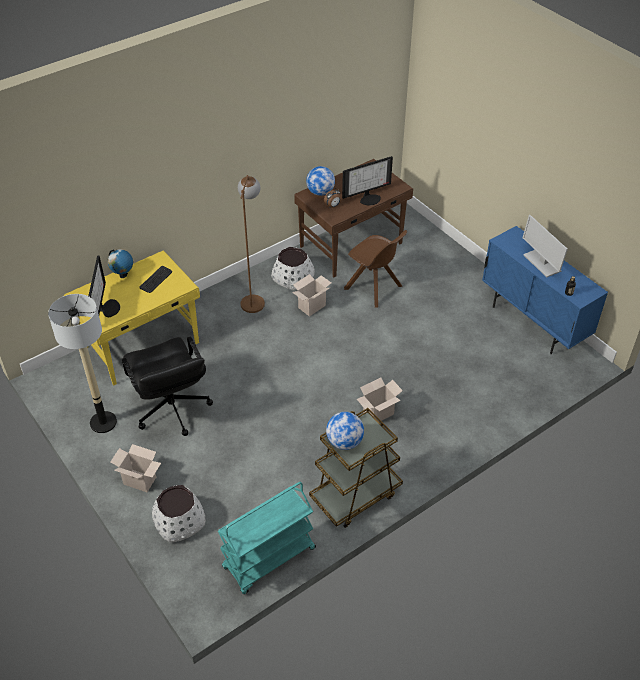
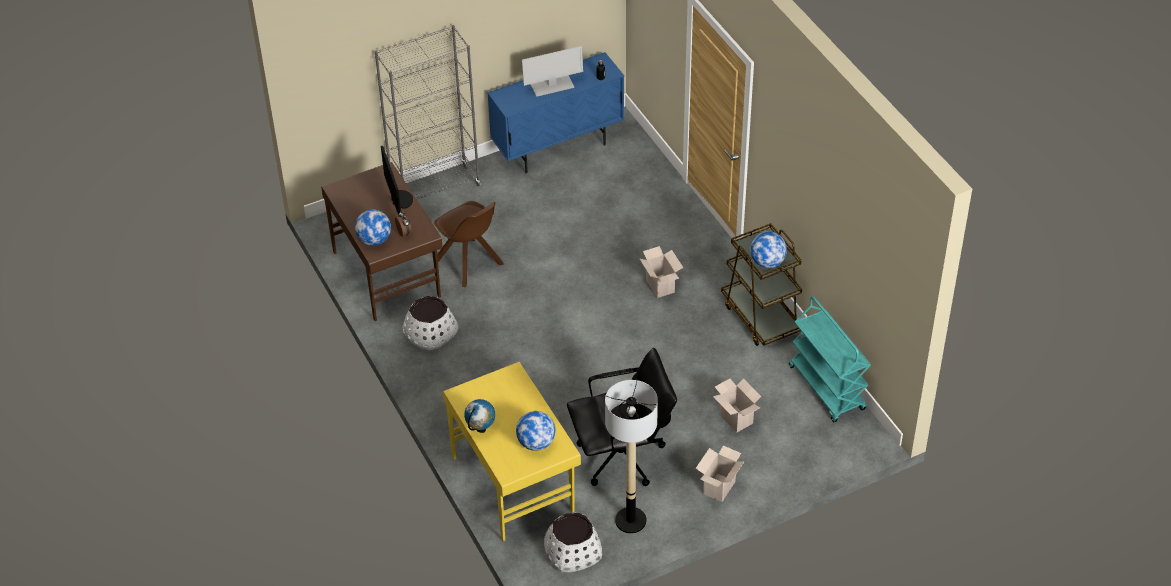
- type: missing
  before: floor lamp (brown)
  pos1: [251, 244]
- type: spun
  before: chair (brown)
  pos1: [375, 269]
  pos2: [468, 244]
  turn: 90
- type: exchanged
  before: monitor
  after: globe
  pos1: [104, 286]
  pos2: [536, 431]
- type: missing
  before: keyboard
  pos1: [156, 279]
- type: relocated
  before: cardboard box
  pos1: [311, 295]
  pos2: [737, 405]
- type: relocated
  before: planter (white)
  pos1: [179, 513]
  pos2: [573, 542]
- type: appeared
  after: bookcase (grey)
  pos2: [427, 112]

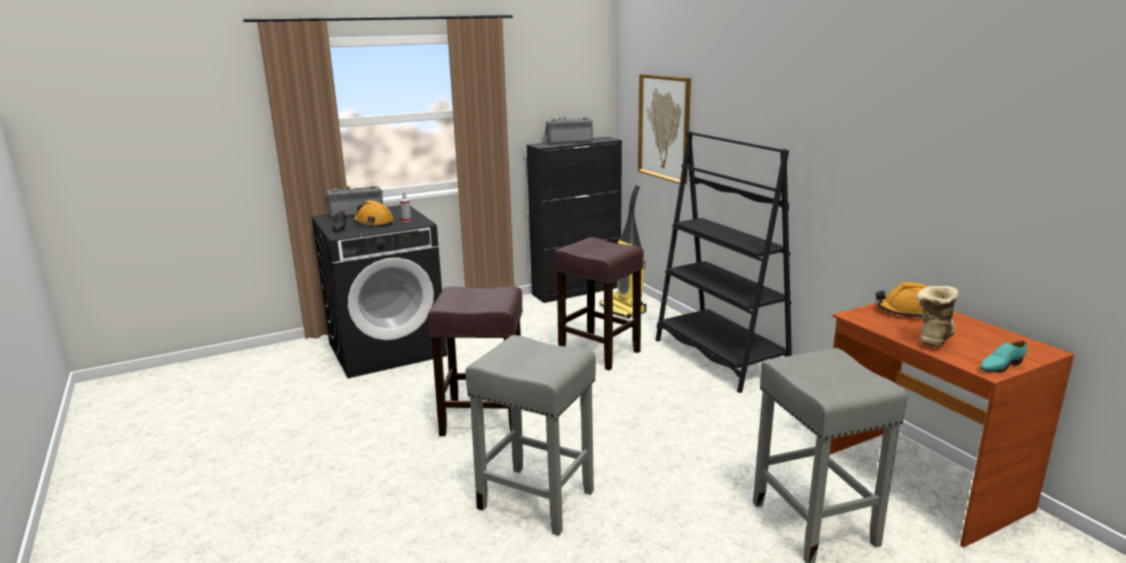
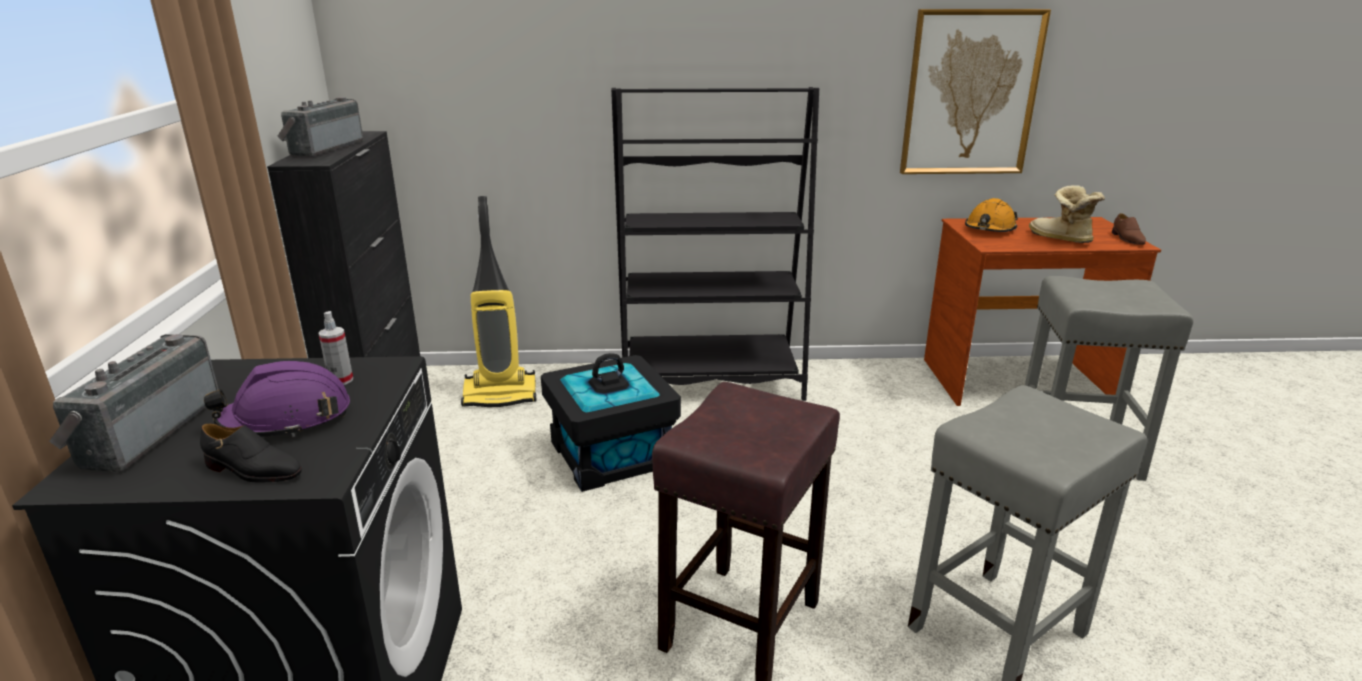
- type: relocated
  before: picture
  pos1: [664, 129]
  pos2: [975, 91]
- type: colour
  before: hard hat (orange)
  after: hard hat (purple)
  pos1: [374, 214]
  pos2: [277, 399]
- type: exchanged
  before: stool (brown)
  after: storage box (black)
  pos1: [599, 303]
  pos2: [611, 422]
- type: colour
  before: shoe (turquoise)
  after: shoe (brown)
  pos1: [1003, 356]
  pos2: [1129, 229]

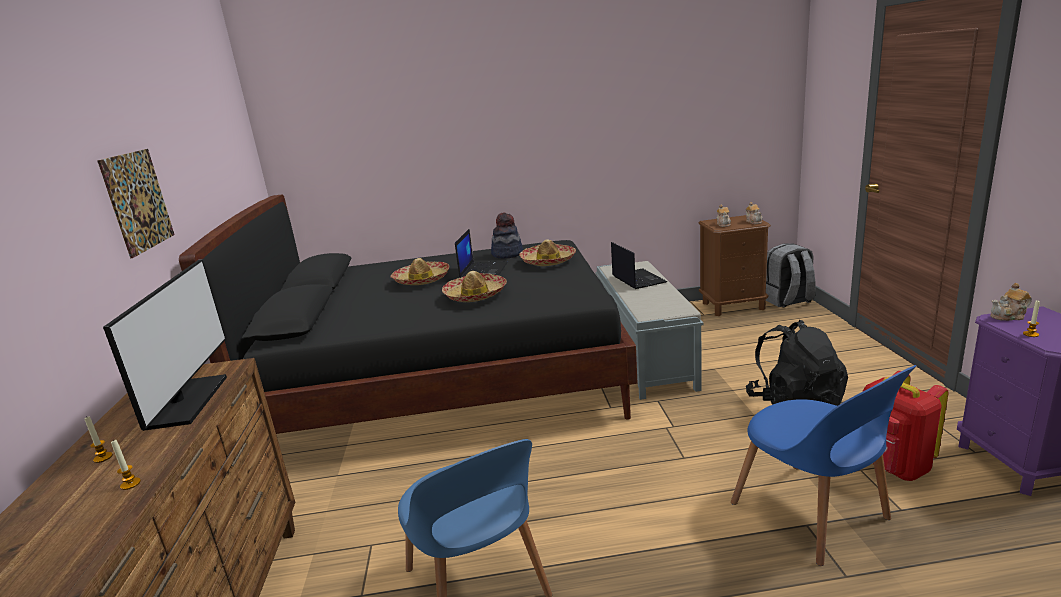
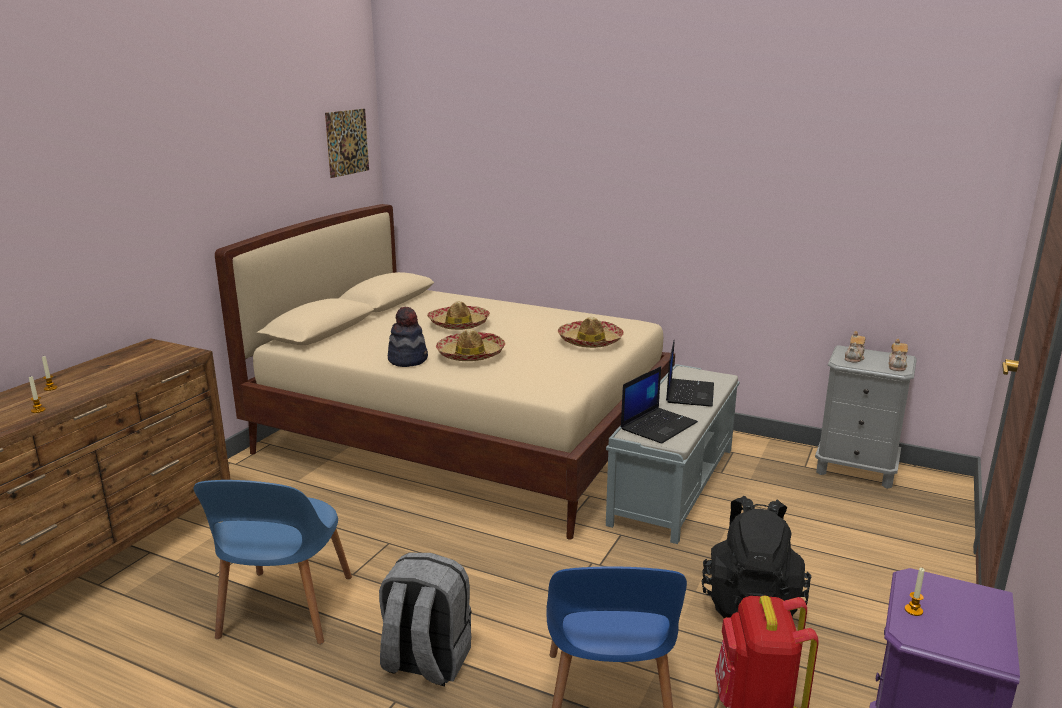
- type: relocated
  before: picture
  pos1: [136, 203]
  pos2: [347, 143]
- type: colour
  before: bed (black)
  after: bed (beige)
  pos1: [408, 314]
  pos2: [445, 372]
- type: relocated
  before: hat
  pos1: [507, 235]
  pos2: [408, 337]
- type: colour
  before: nightstand (brown)
  after: nightstand (grey)
  pos1: [734, 265]
  pos2: [866, 417]
- type: relocated
  before: laptop
  pos1: [481, 253]
  pos2: [659, 405]
- type: relocated
  before: backpack (grey)
  pos1: [791, 275]
  pos2: [425, 619]
- type: missing
  before: monitor
  pos1: [165, 345]
- type: missing
  before: teapot
  pos1: [1011, 302]

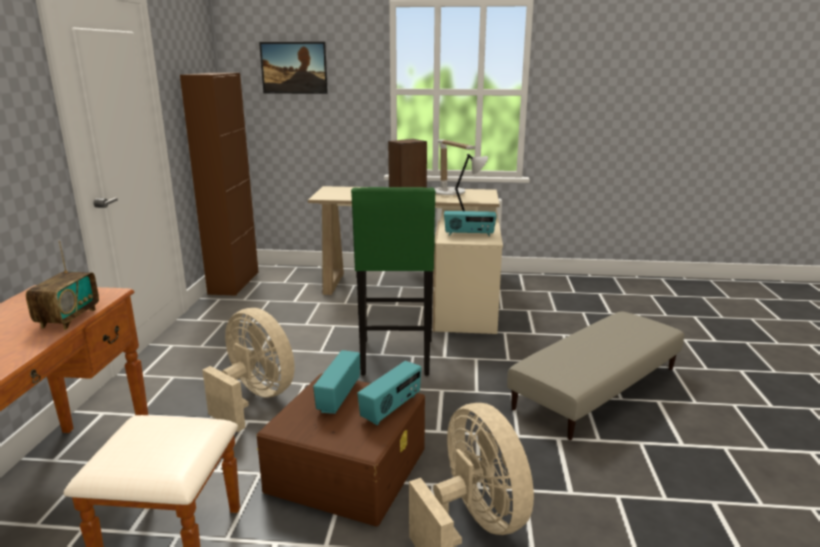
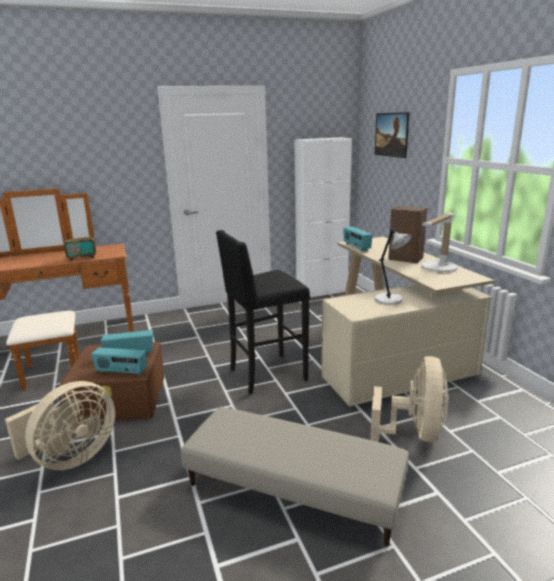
- type: colour
  before: cabinet (brown)
  after: cabinet (white)
  pos1: [219, 184]
  pos2: [323, 217]
- type: colour
  before: stool (green)
  after: stool (black)
  pos1: [393, 281]
  pos2: [263, 312]
- type: relocated
  before: radio
  pos1: [470, 223]
  pos2: [358, 239]
- type: relocated
  before: fan (beige)
  pos1: [248, 370]
  pos2: [409, 399]

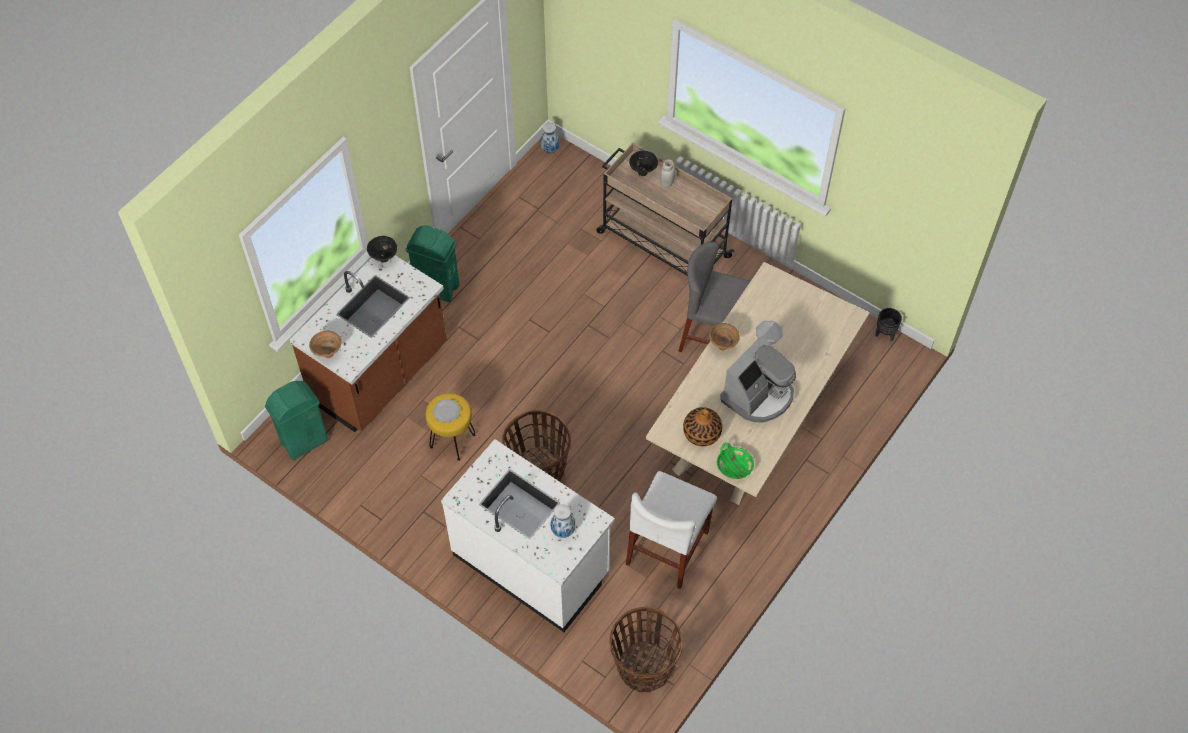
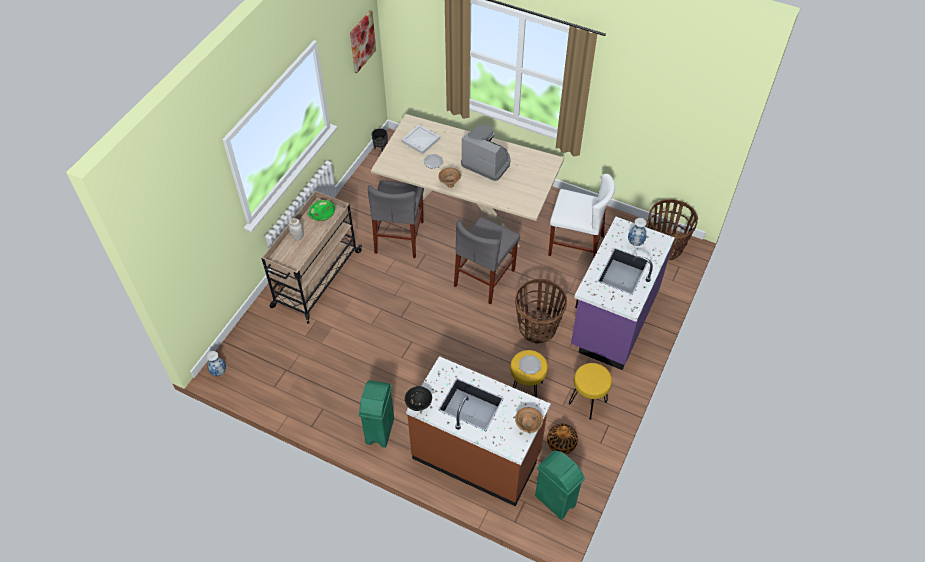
- type: missing
  before: bowl (black)
  pos1: [643, 163]
- type: relocated
  before: vase
  pos1: [702, 426]
  pos2: [562, 439]
- type: colour
  before: counter (white)
  after: counter (purple)
  pos1: [528, 535]
  pos2: [623, 293]
- type: relocated
  before: bowl (green)
  pos1: [735, 461]
  pos2: [321, 210]
- type: appeared
  after: picture
  pos2: [363, 41]
- type: appeared
  after: tray (white)
  pos2: [420, 139]
- type: appeared
  after: chair (grey)
  pos2: [487, 260]
- type: appeared
  after: stool (yellow)
  pos2: [590, 391]

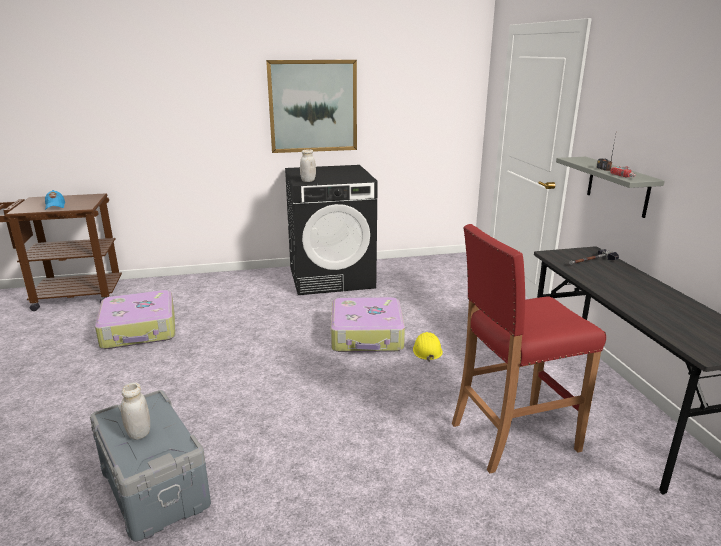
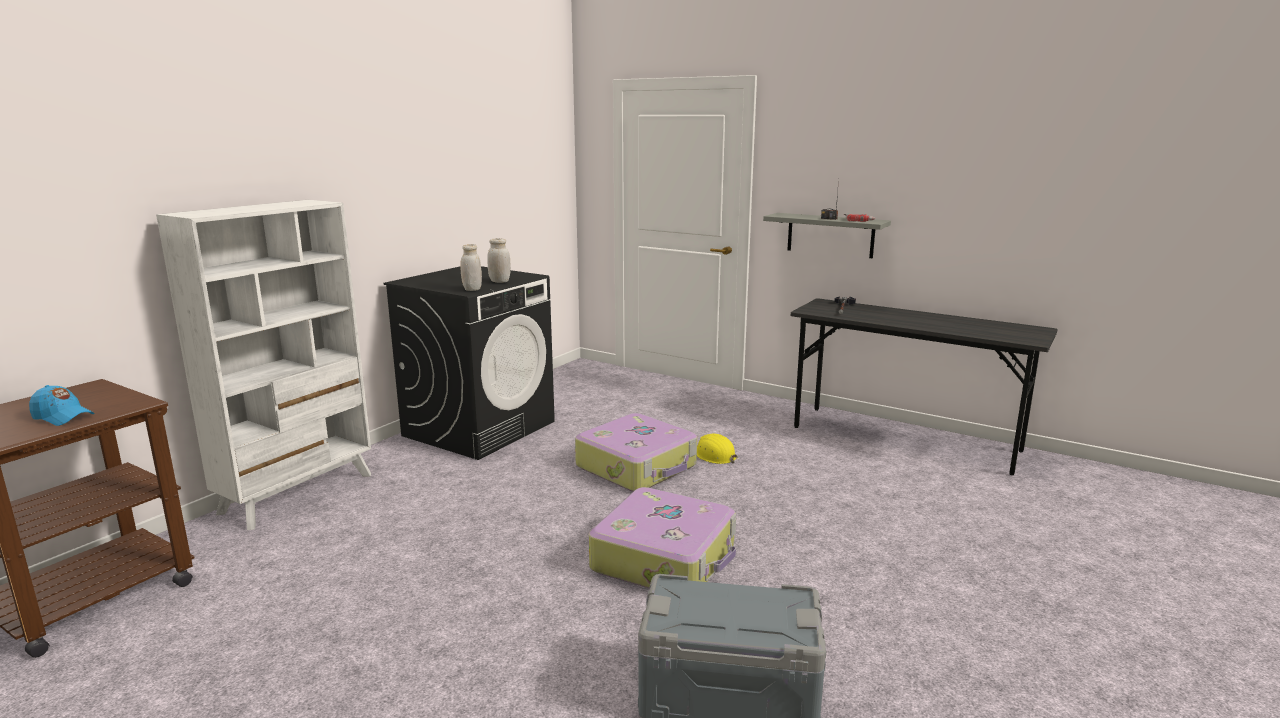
- type: missing
  before: picture
  pos1: [311, 106]
- type: missing
  before: stool (red)
  pos1: [529, 348]
- type: relocated
  before: suitcase
  pos1: [135, 319]
  pos2: [662, 538]
- type: relocated
  before: jar (white)
  pos1: [135, 411]
  pos2: [499, 260]
- type: appeared
  after: bookcase (white)
  pos2: [263, 365]

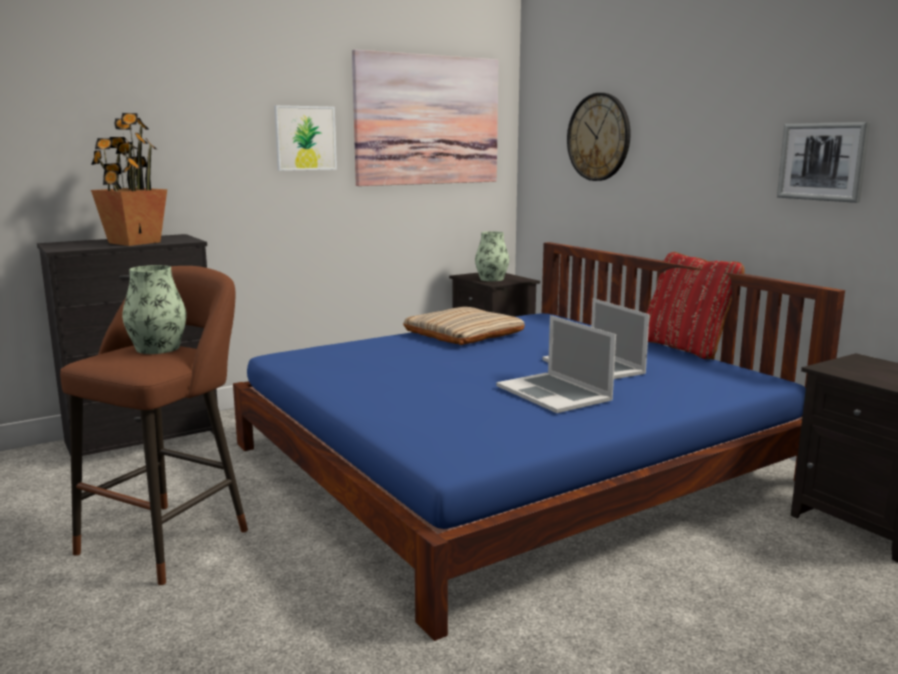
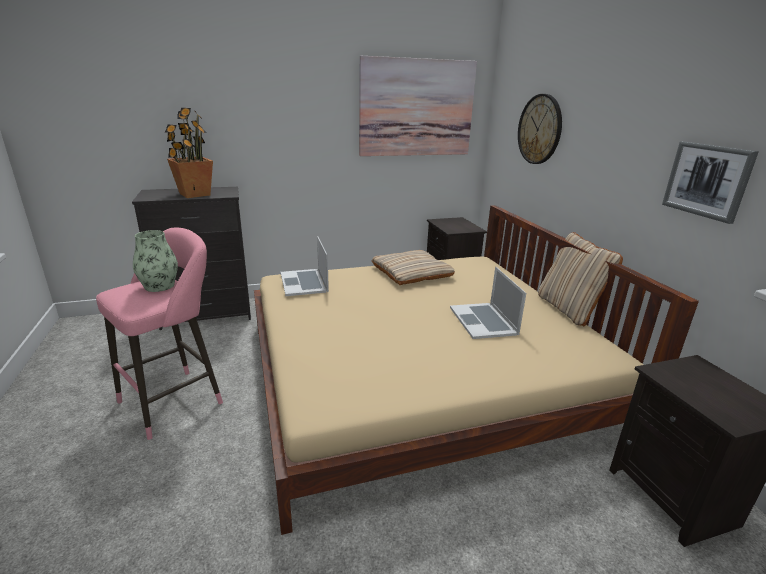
- type: missing
  before: picture
  pos1: [305, 138]
- type: missing
  before: vase
  pos1: [492, 256]
- type: colour
  before: bed (blue)
  after: bed (beige)
  pos1: [539, 441]
  pos2: [476, 370]
- type: colour
  before: pillow (red)
  after: pillow (beige)
  pos1: [695, 306]
  pos2: [580, 279]
- type: colour
  before: stool (brown)
  after: stool (pink)
  pos1: [154, 425]
  pos2: [159, 333]
- type: relocated
  before: laptop
  pos1: [556, 364]
  pos2: [305, 266]

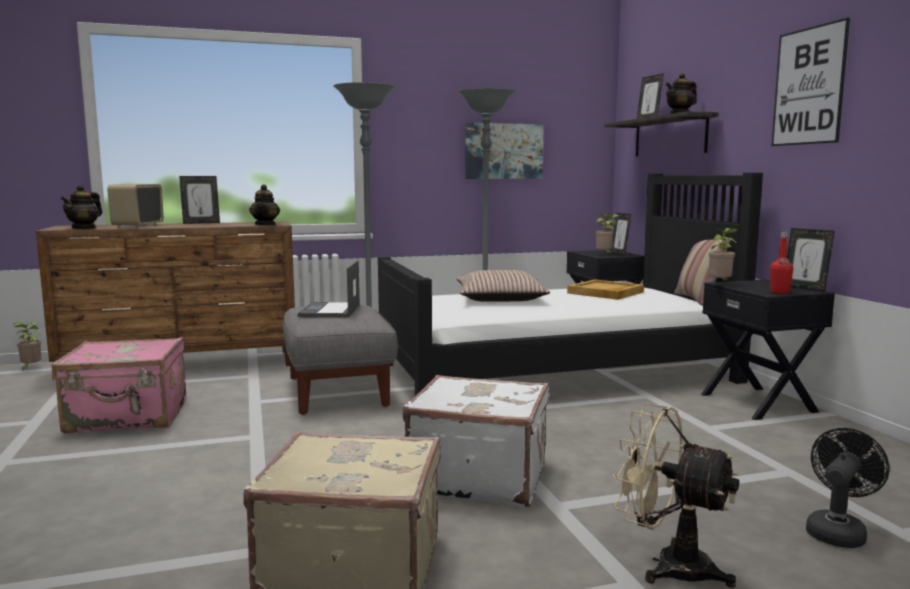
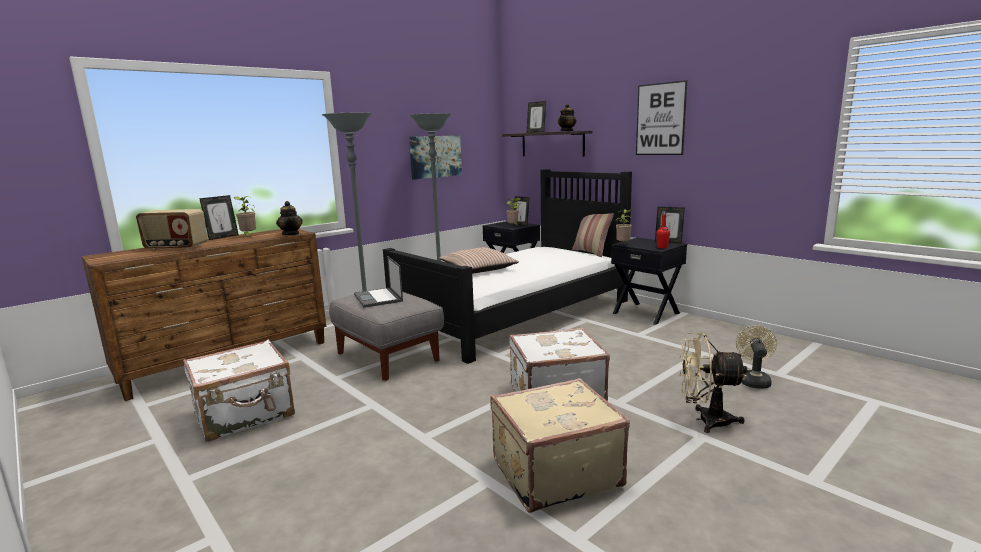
- type: spun
  before: radio
  pos1: [135, 206]
  pos2: [172, 229]
  turn: -60
- type: missing
  before: teapot
  pos1: [81, 207]
- type: missing
  before: tray (beige)
  pos1: [605, 290]
- type: relocated
  before: potted plant
  pos1: [27, 347]
  pos2: [245, 216]
- type: colour
  before: suitcase (pink)
  after: suitcase (white)
  pos1: [119, 385]
  pos2: [239, 391]
- type: colour
  before: fan (black)
  after: fan (beige)
  pos1: [847, 488]
  pos2: [756, 357]

